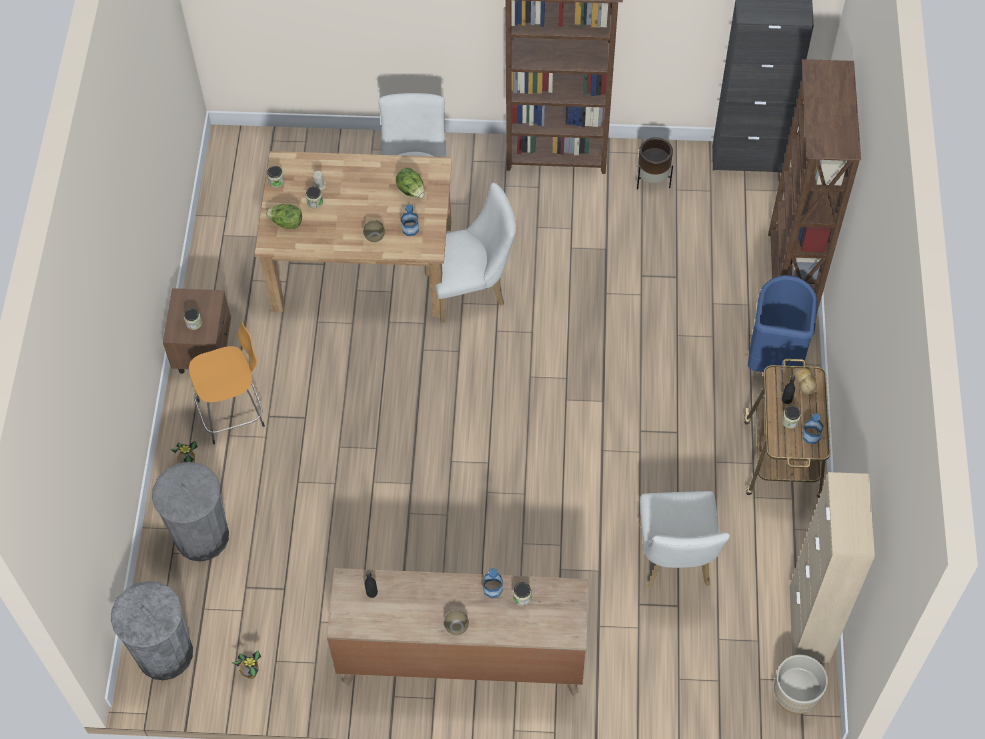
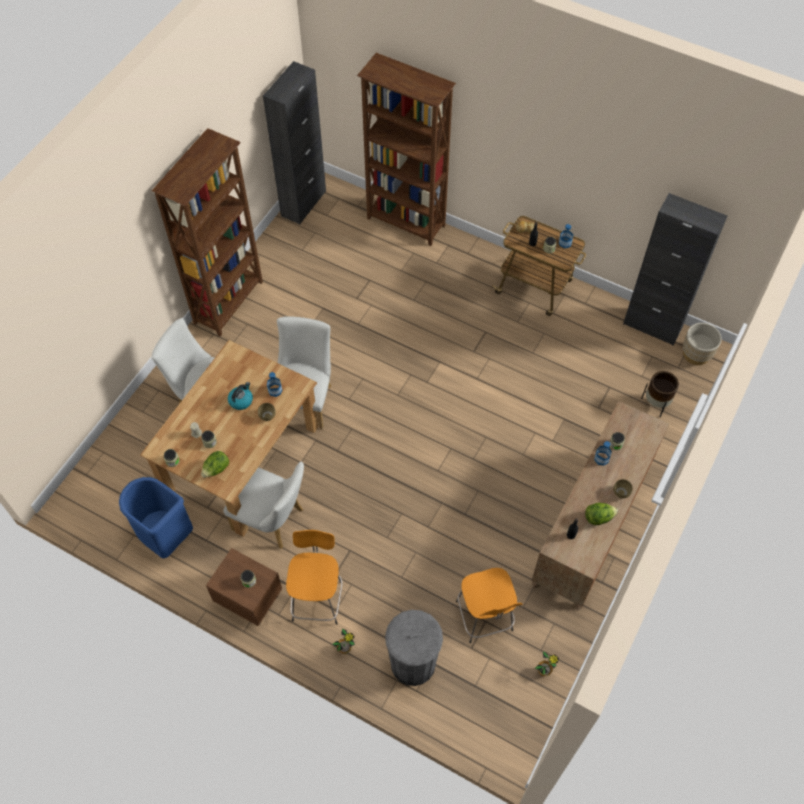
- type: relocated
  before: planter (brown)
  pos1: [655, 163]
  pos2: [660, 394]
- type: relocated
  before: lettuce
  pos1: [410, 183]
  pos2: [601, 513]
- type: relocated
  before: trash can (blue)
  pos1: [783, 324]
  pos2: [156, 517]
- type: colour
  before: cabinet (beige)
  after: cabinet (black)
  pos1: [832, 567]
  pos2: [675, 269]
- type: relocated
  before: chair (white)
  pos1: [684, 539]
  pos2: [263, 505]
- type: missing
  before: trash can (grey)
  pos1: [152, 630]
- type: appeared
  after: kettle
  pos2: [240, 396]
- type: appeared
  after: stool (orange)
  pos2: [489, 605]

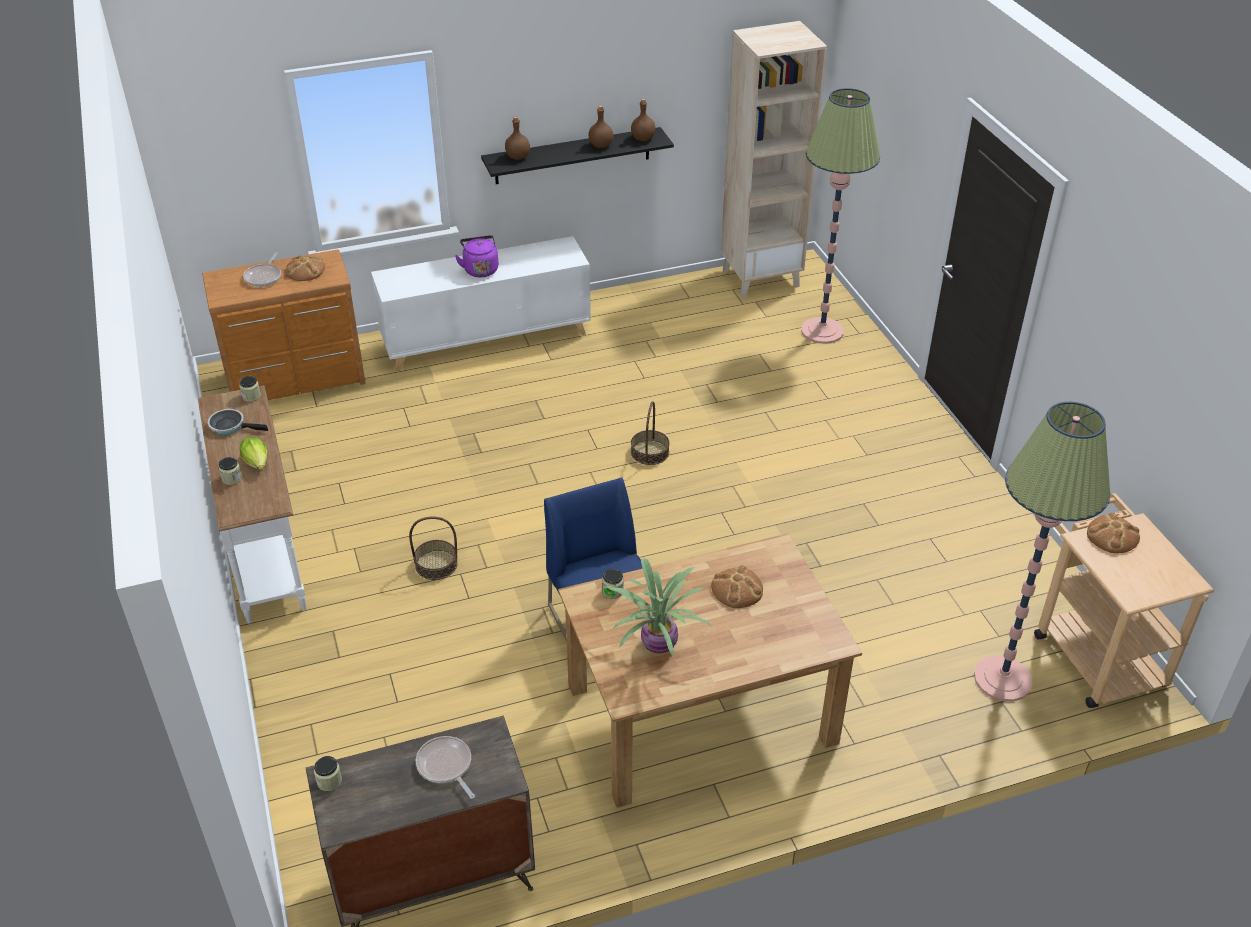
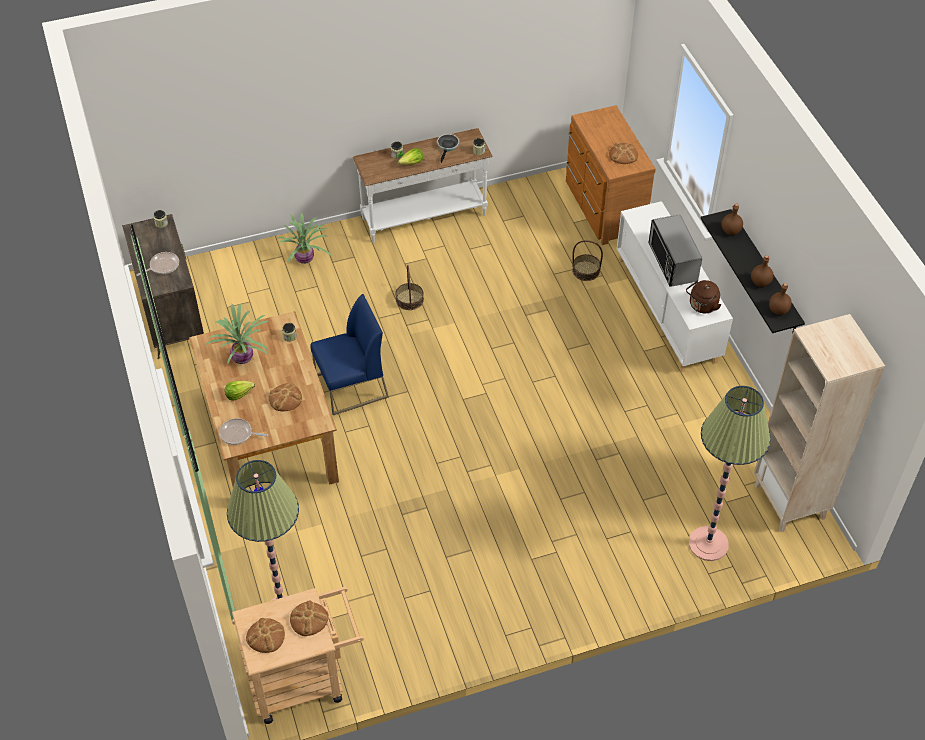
- type: exchanged
  before: kettle (purple)
  after: microwave
  pos1: [476, 256]
  pos2: [675, 250]
- type: relocated
  before: frying pan
  pos1: [262, 269]
  pos2: [243, 431]
- type: relocated
  before: basket
  pos1: [650, 433]
  pos2: [587, 260]
- type: appeared
  after: potted plant
  pos2: [304, 238]
- type: appeared
  after: kettle (brown)
  pos2: [703, 296]
- type: appeared
  after: lettuce
  pos2: [240, 391]
- type: appeared
  after: bread
  pos2: [265, 635]

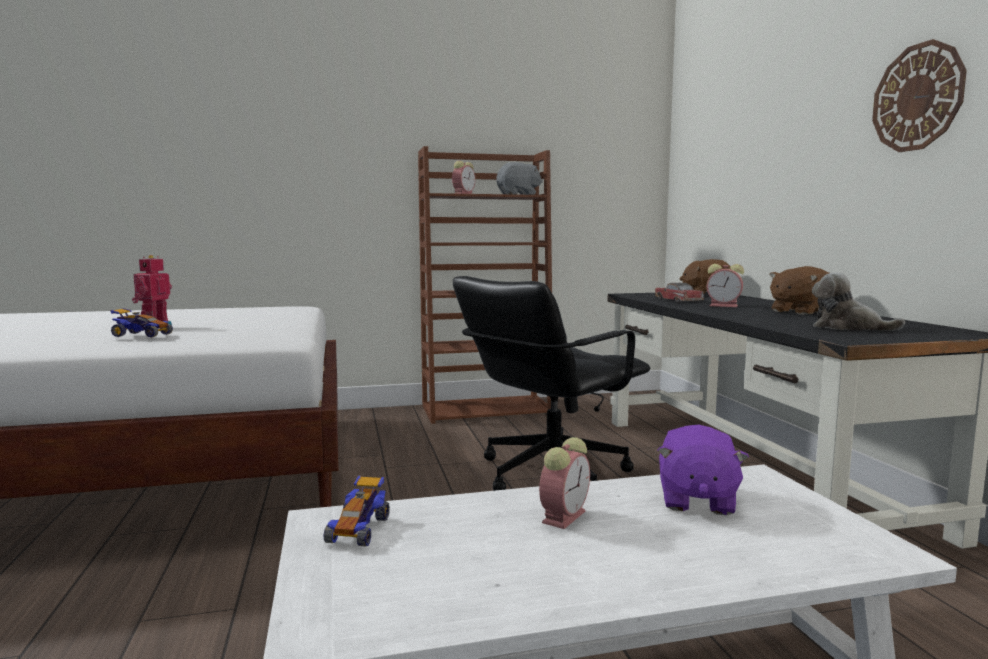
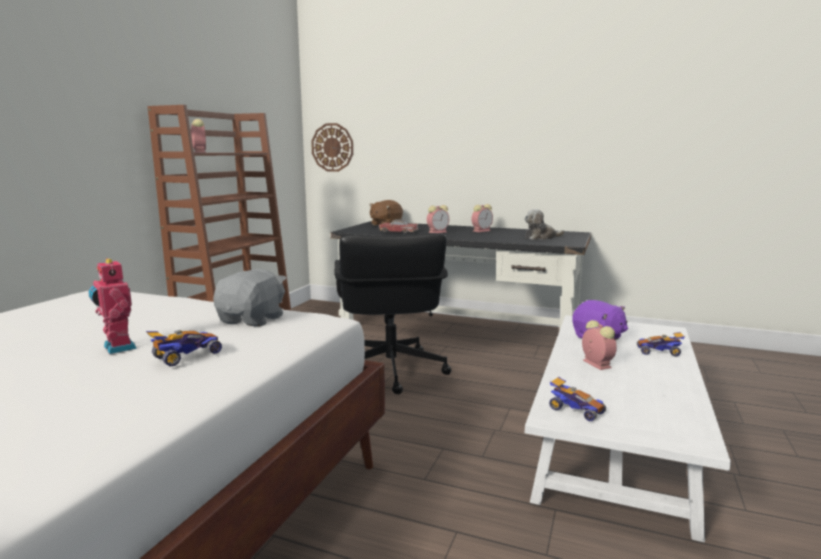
- type: relocated
  before: wall clock
  pos1: [919, 95]
  pos2: [332, 147]
- type: relocated
  before: plush toy (grey)
  pos1: [519, 178]
  pos2: [249, 297]
- type: exchanged
  before: plush toy (brown)
  after: alarm clock
  pos1: [799, 290]
  pos2: [482, 218]
- type: appeared
  after: toy car
  pos2: [661, 344]

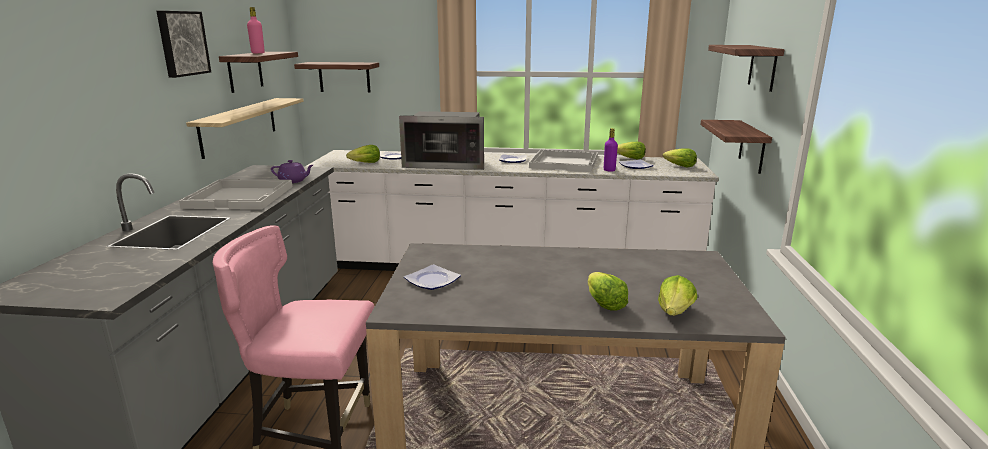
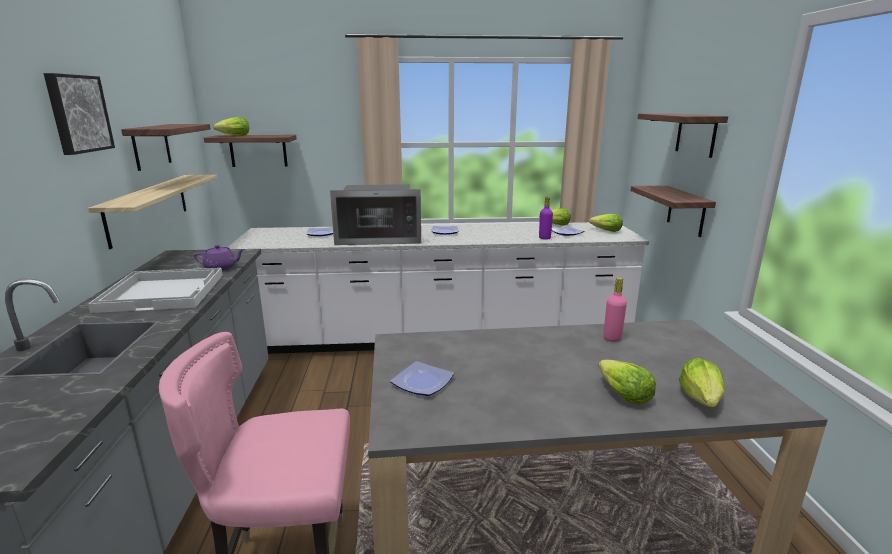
- type: relocated
  before: bottle (pink)
  pos1: [256, 30]
  pos2: [615, 310]
- type: relocated
  before: lettuce
  pos1: [363, 154]
  pos2: [231, 126]
- type: missing
  before: tray (white)
  pos1: [563, 160]

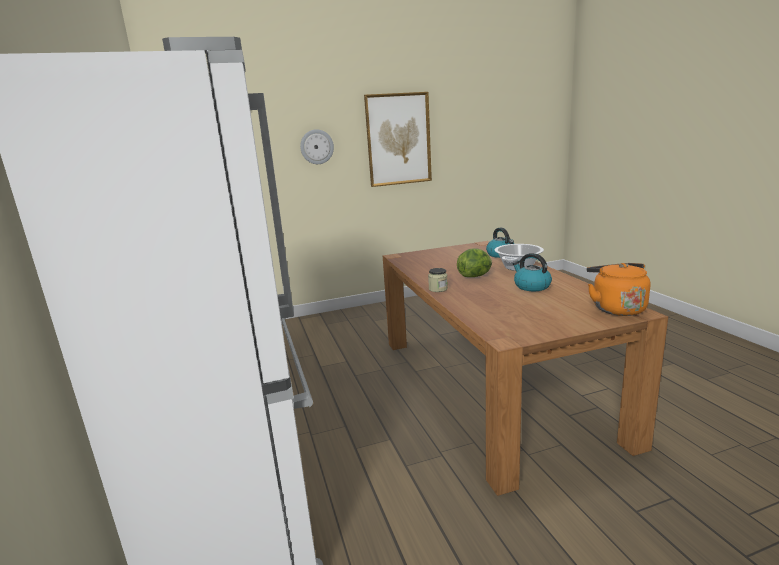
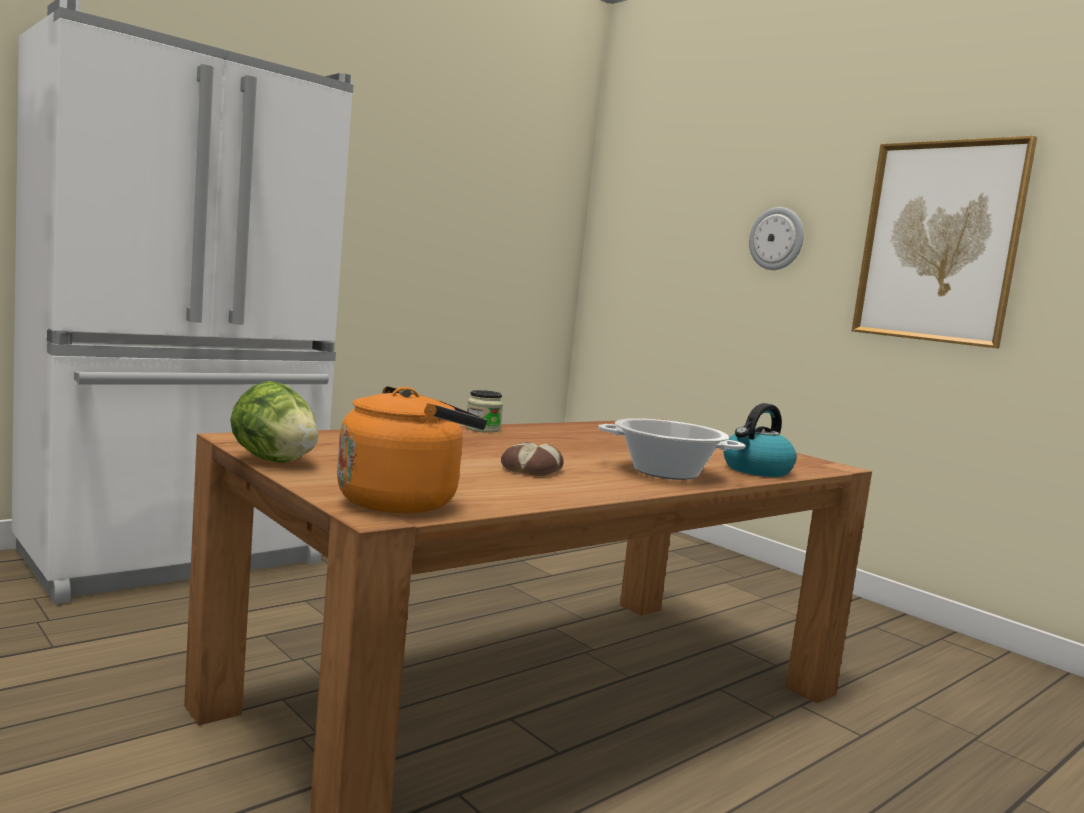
- type: relocated
  before: lettuce
  pos1: [474, 262]
  pos2: [274, 422]
- type: exchanged
  before: kettle
  after: bread
  pos1: [532, 272]
  pos2: [532, 459]

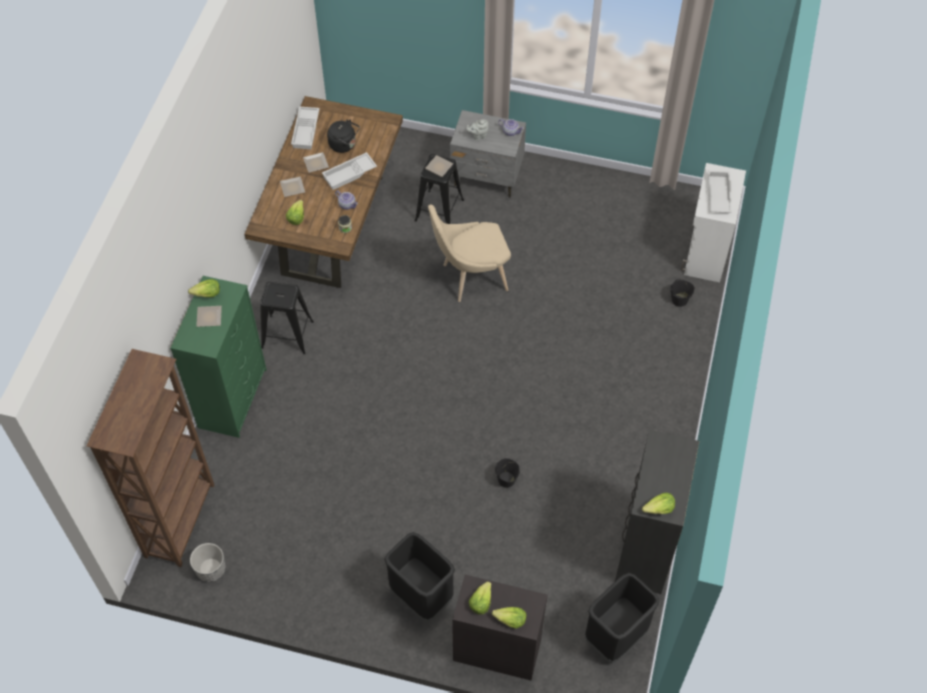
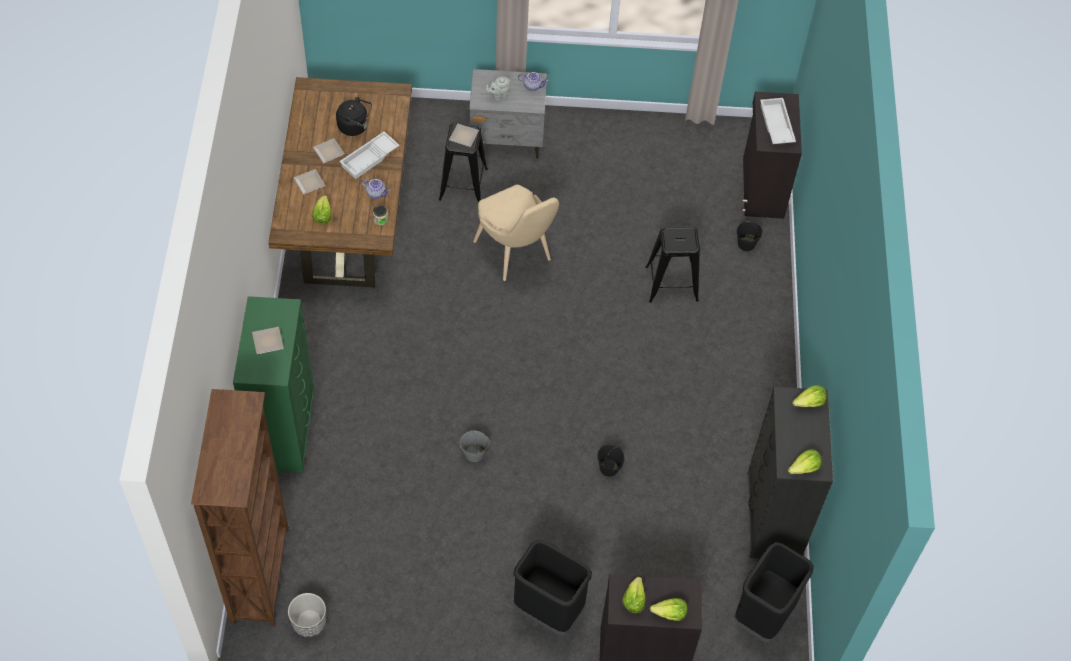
- type: missing
  before: tray (white)
  pos1: [305, 128]
- type: colour
  before: cabinet (white)
  after: cabinet (black)
  pos1: [713, 222]
  pos2: [771, 155]
- type: spun
  before: chair (beige)
  pos1: [469, 253]
  pos2: [516, 233]
  turn: -90
- type: relocated
  before: lettuce
  pos1: [204, 288]
  pos2: [809, 396]
- type: relocated
  before: stool (black)
  pos1: [287, 318]
  pos2: [673, 264]
- type: appeared
  after: bucket (grey)
  pos2: [475, 446]

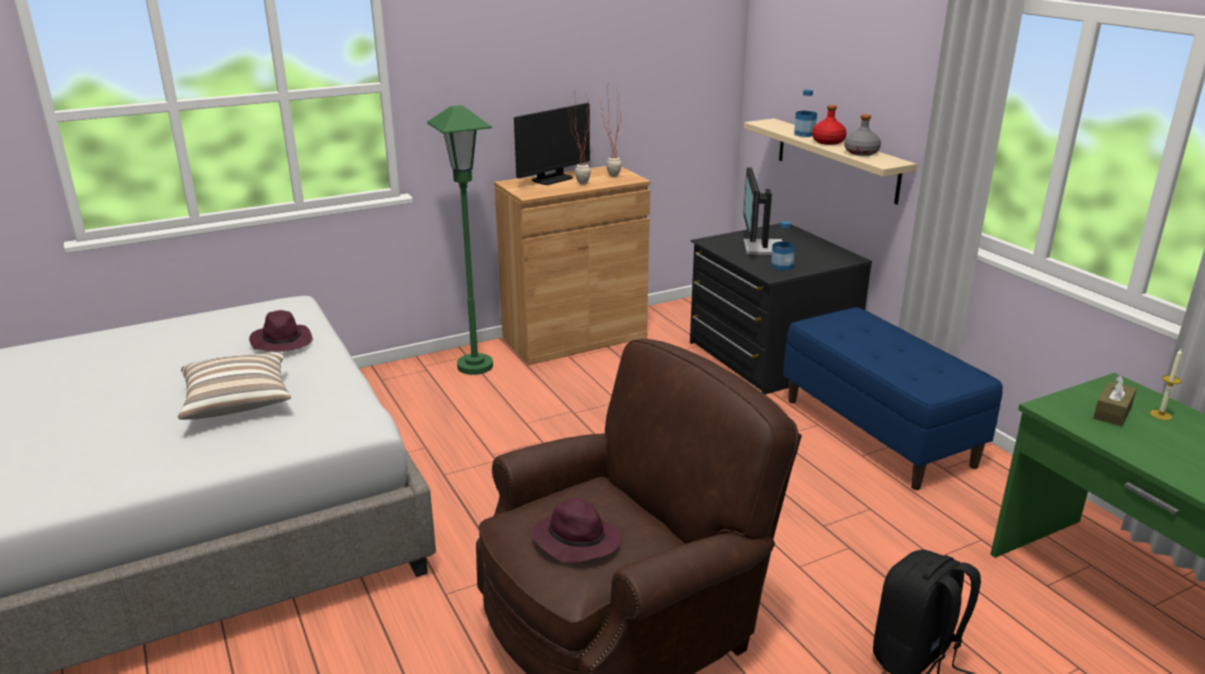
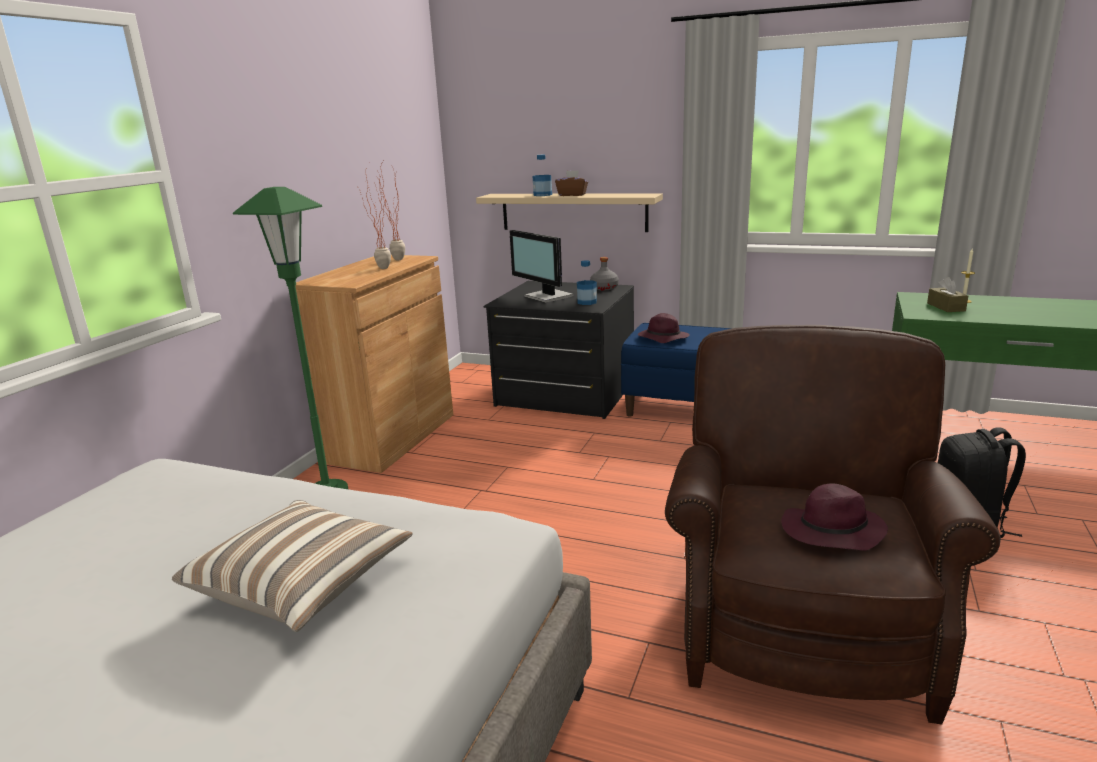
- type: missing
  before: monitor
  pos1: [552, 144]
- type: exchanged
  before: bottle (red)
  after: tissue box (brown)
  pos1: [829, 125]
  pos2: [571, 183]
- type: relocated
  before: bottle (grey)
  pos1: [862, 135]
  pos2: [604, 273]
- type: relocated
  before: hat (purple)
  pos1: [281, 331]
  pos2: [664, 328]

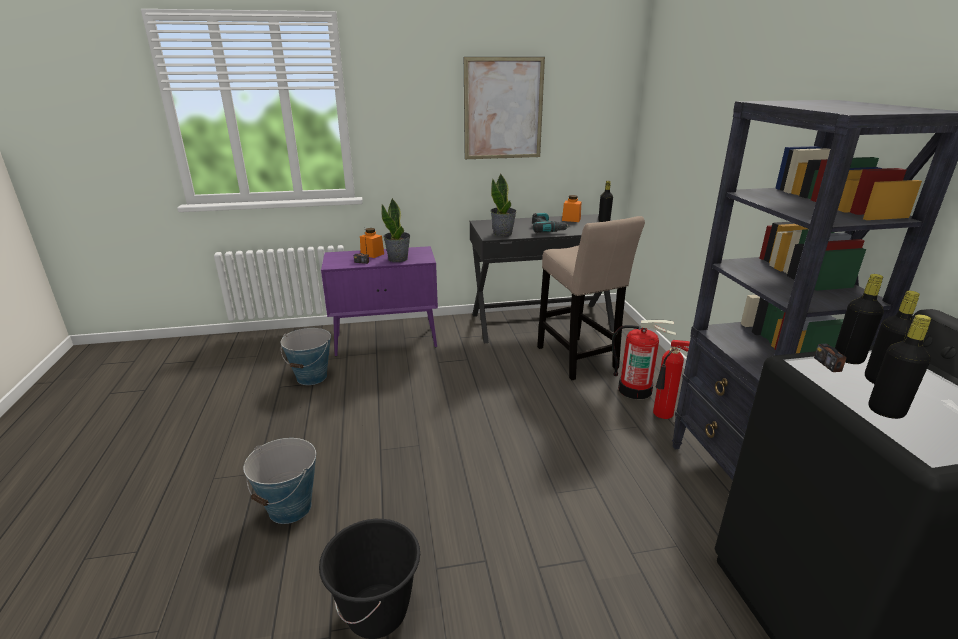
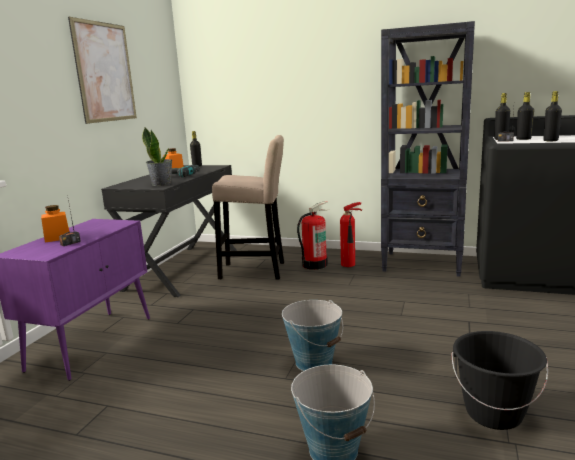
- type: missing
  before: potted plant
  pos1: [395, 230]
- type: relocated
  before: bucket
  pos1: [306, 356]
  pos2: [312, 335]

